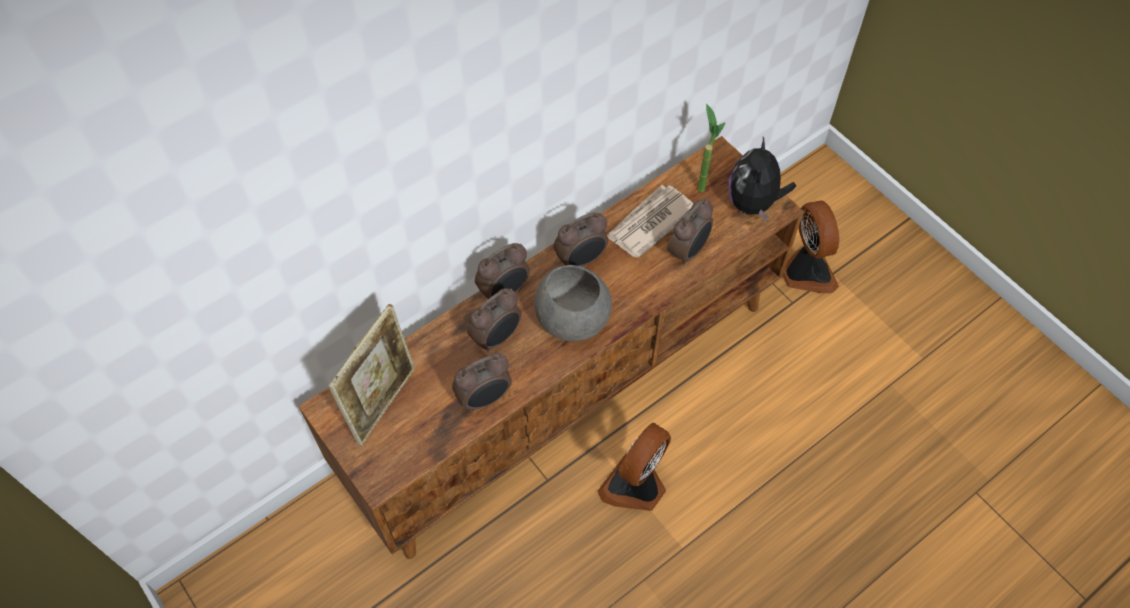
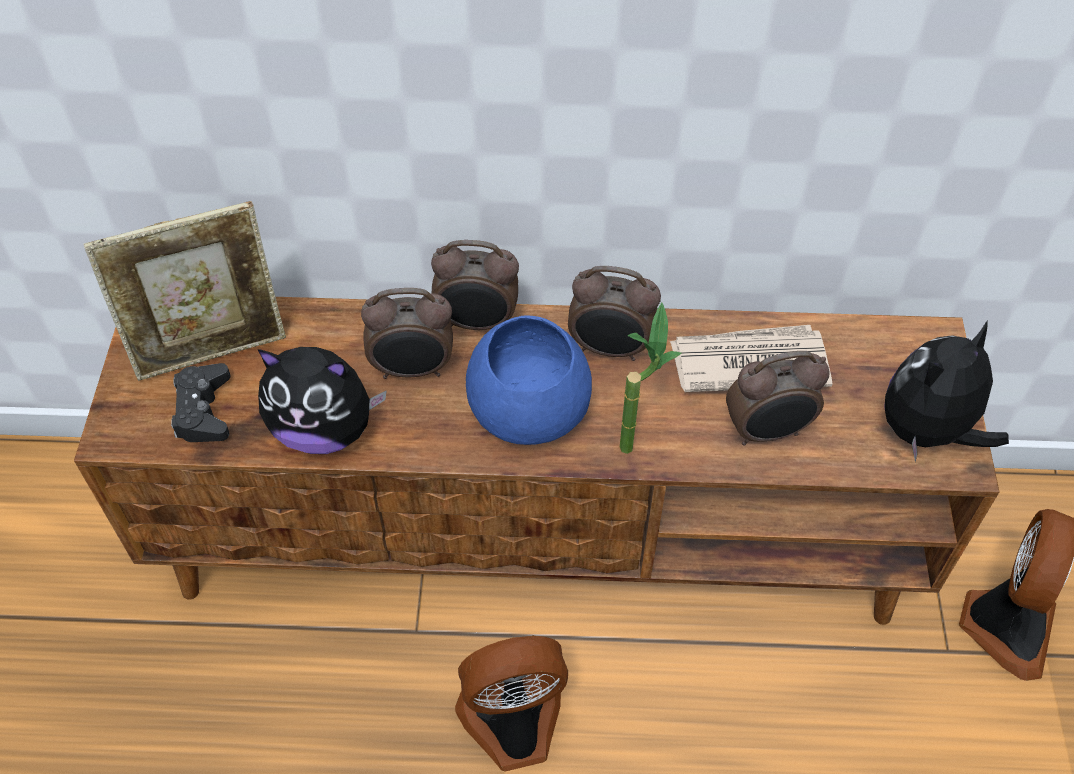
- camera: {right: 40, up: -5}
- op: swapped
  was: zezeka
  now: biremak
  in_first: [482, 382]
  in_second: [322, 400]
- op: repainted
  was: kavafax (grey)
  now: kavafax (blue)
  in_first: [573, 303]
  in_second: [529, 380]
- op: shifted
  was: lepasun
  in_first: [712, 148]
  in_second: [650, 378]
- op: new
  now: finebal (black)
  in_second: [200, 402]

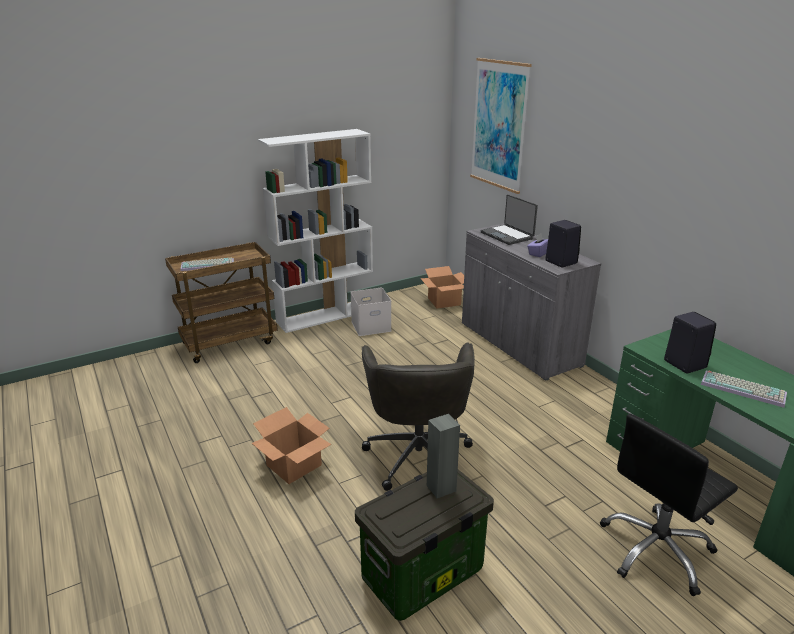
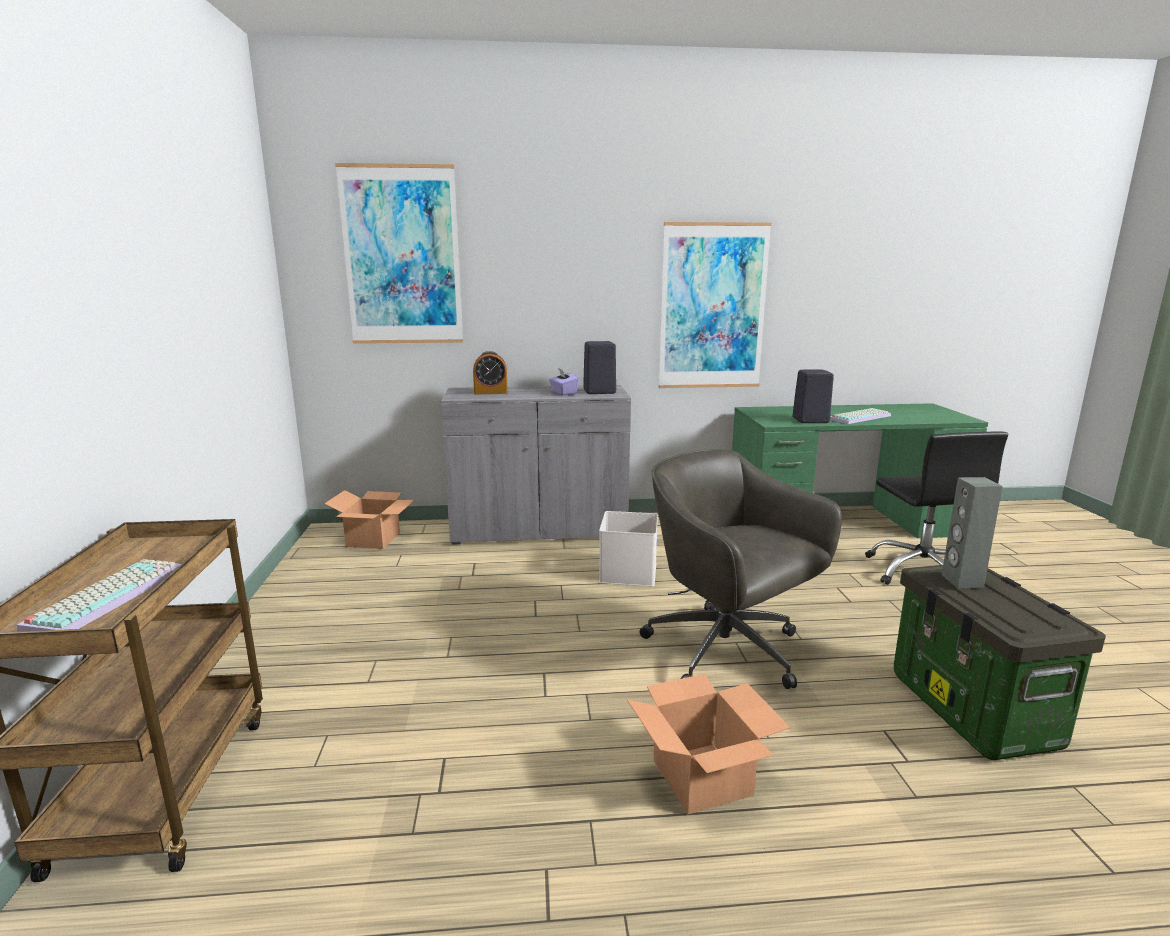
- camera: {right: -65, up: -10}
- op: gone
  was: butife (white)
  in_first: [315, 231]
- op: shifted
  was: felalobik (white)
  in_first: [371, 312]
  in_second: [628, 548]
- op: rotated
  was: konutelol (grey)
  in_first: [418, 416]
  in_second: [740, 569]
  clockwise: -150
- op: swapped
  was: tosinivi
  now: zezeka
  in_first: [509, 219]
  in_second: [490, 373]
- op: new
  now: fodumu
  in_second: [715, 305]

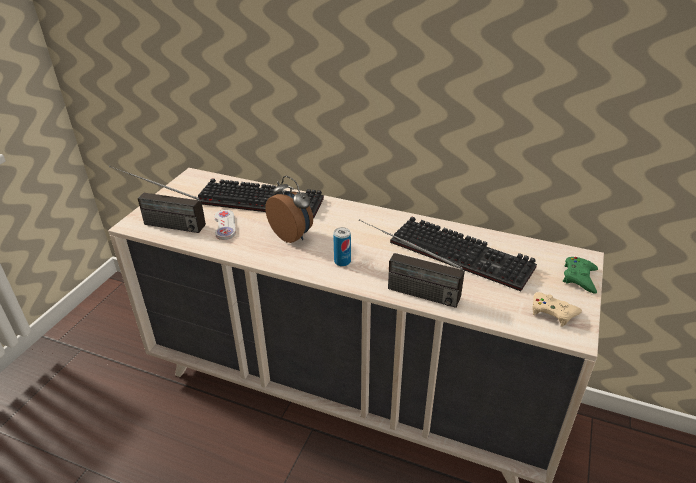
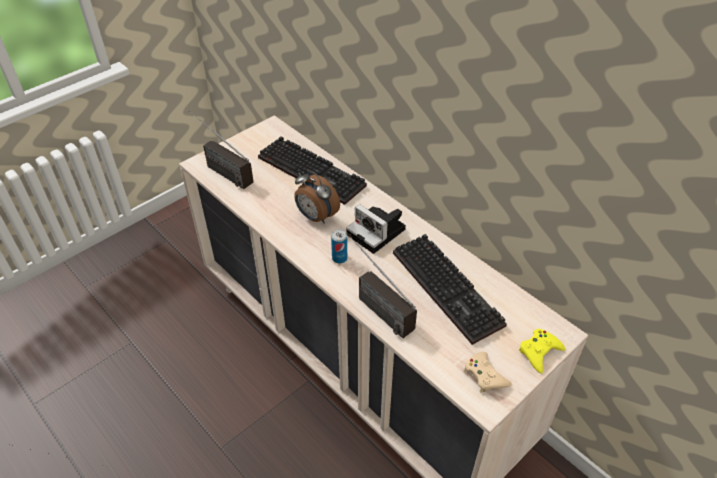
- camera: {right: 25, up: 10}
- op: gone
  was: finebal (white)
  in_first: [225, 225]
- op: rotated
  was: zezeka
  in_first: [289, 209]
  in_second: [317, 196]
  clockwise: 150
- op: repainted
  was: finebal (green)
  now: finebal (yellow)
  in_first: [580, 275]
  in_second: [542, 351]
- op: new
  now: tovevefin
  in_second: [376, 229]

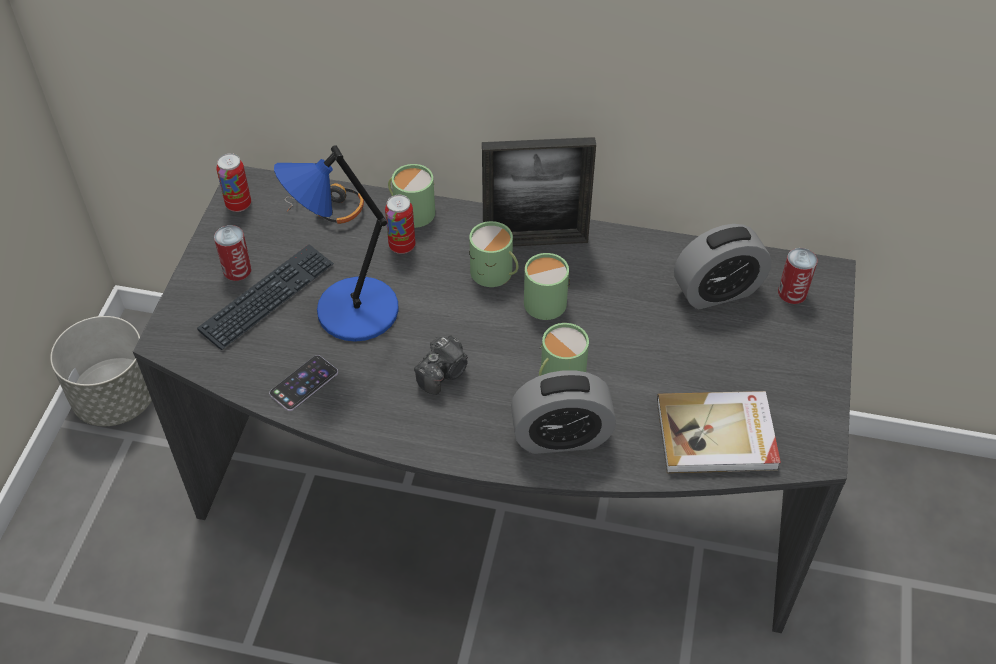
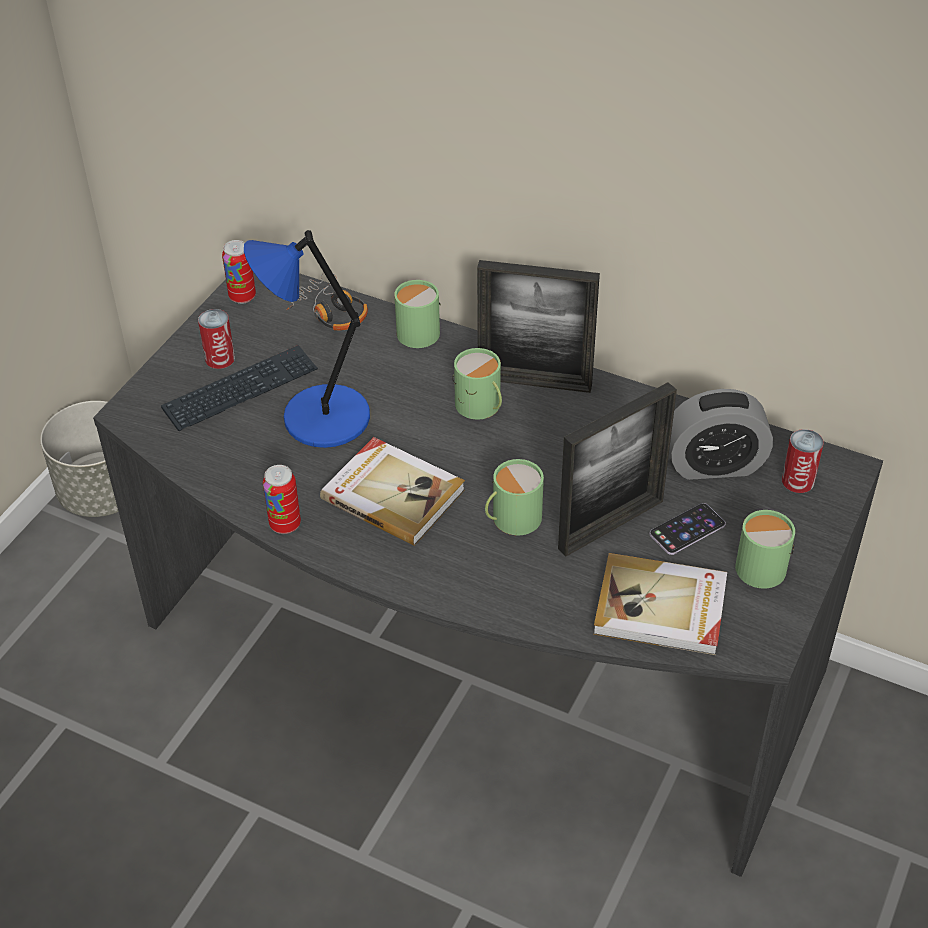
- camera: {right: 15, up: -5}
- op: shifted
  was: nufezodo
  in_first: [303, 383]
  in_second: [688, 529]
- op: shifted
  was: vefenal
  in_first: [400, 224]
  in_second: [282, 499]
- op: swapped
  was: tovevefin
  now: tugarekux
  in_first: [441, 365]
  in_second: [392, 491]
- op: gone
  was: zezeka
  in_first: [563, 412]
- op: shifted
  was: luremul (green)
  in_first: [547, 286]
  in_second: [765, 549]
- op: new
  now: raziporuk
  in_second: [617, 469]

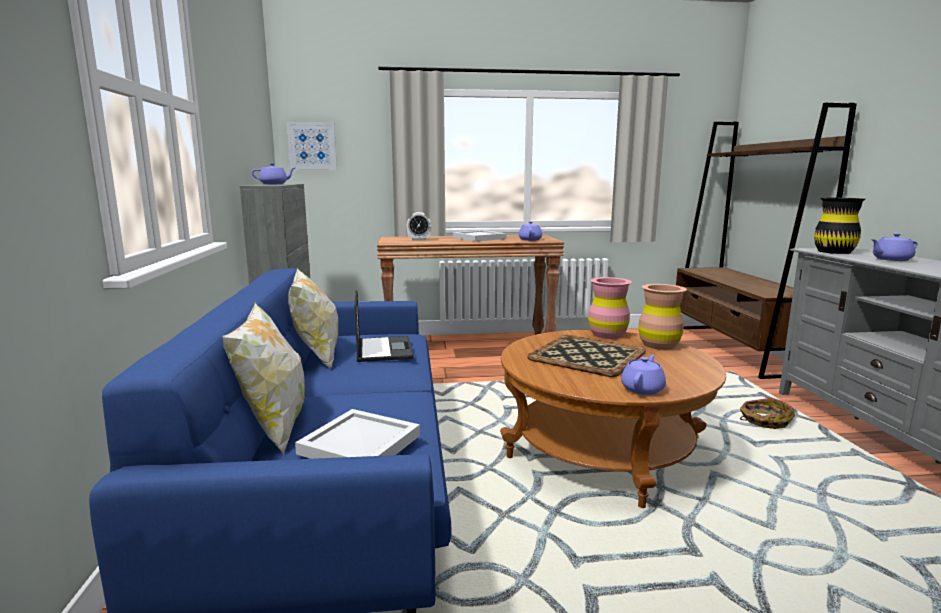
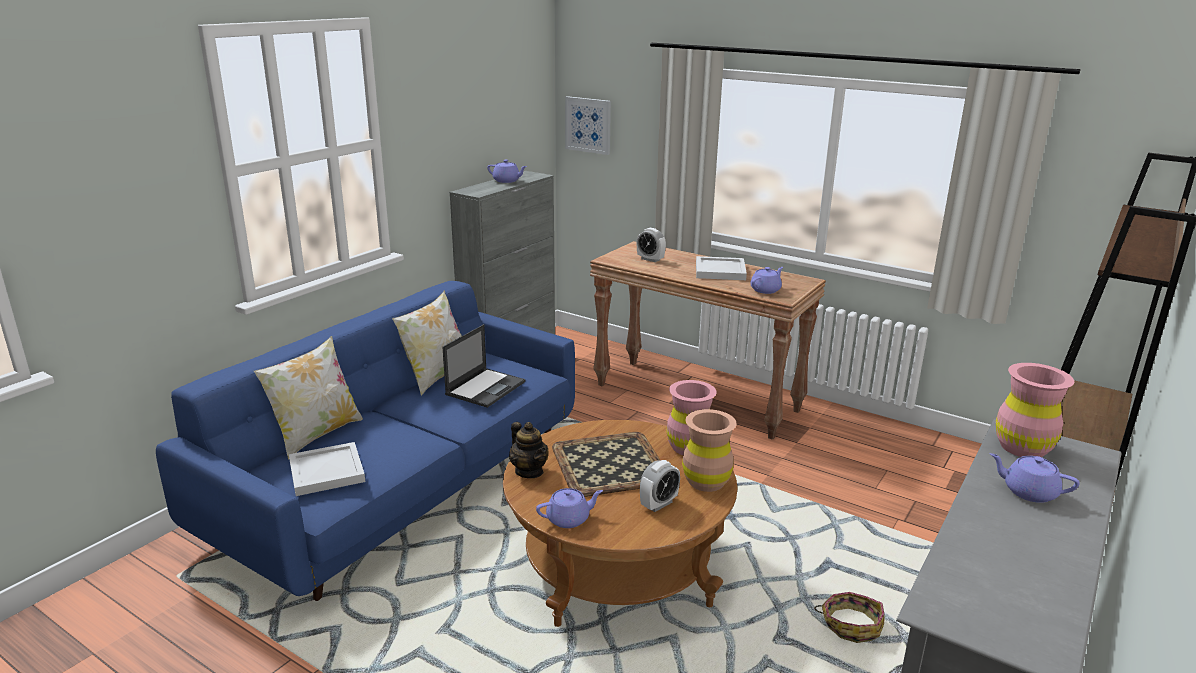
- camera: {right: 40, up: 10}
- op: repainted
  was: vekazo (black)
  now: vekazo (pink)
  in_first: [839, 226]
  in_second: [1035, 410]
- op: new
  now: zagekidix
  in_second: [529, 450]
- op: new
  now: zezeka
  in_second: [660, 486]

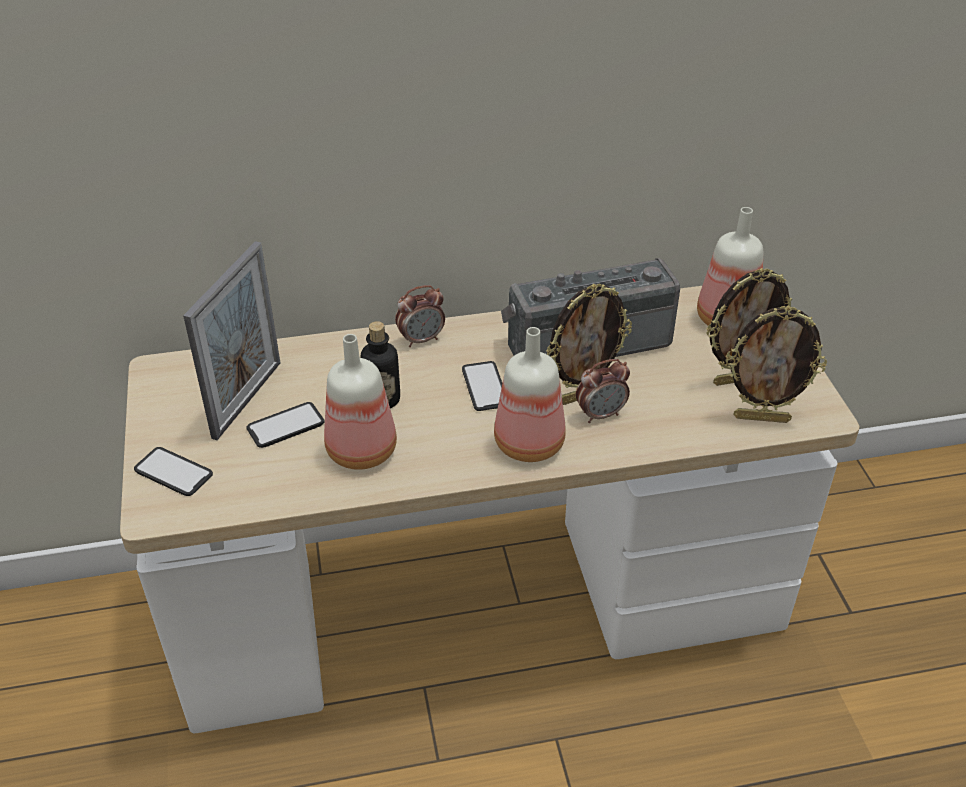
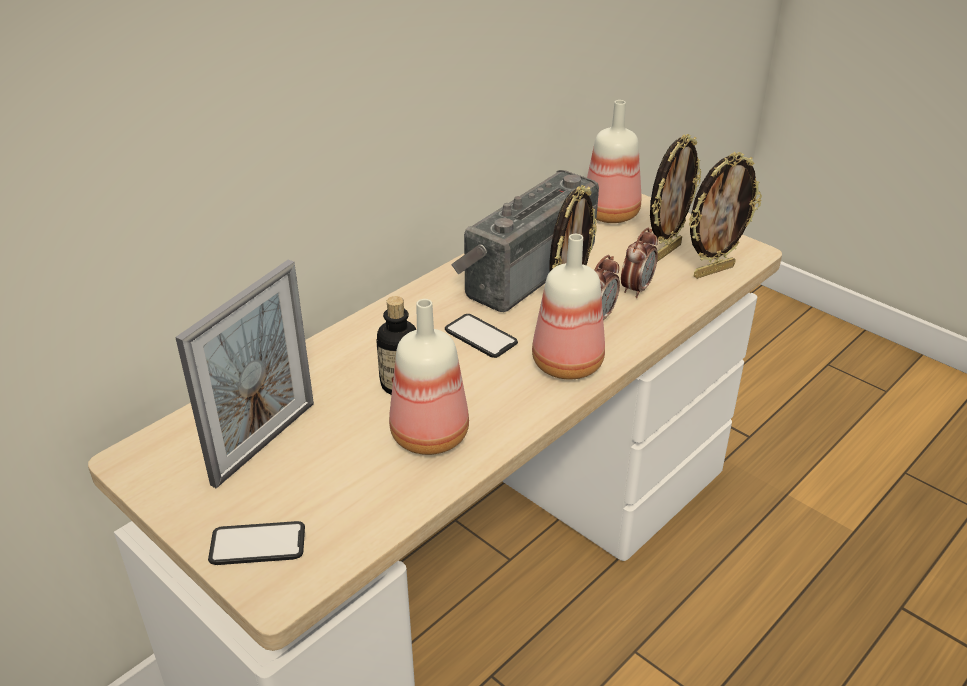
- camera: {right: -35, up: -5}
- op: rotated
  was: raziporuk
  in_first: [231, 340]
  in_second: [244, 374]
  clockwise: 45
- op: gone
  was: nufezodo
  in_first: [285, 425]
- op: shifted
  was: zezeka
  in_first: [420, 316]
  in_second: [639, 263]

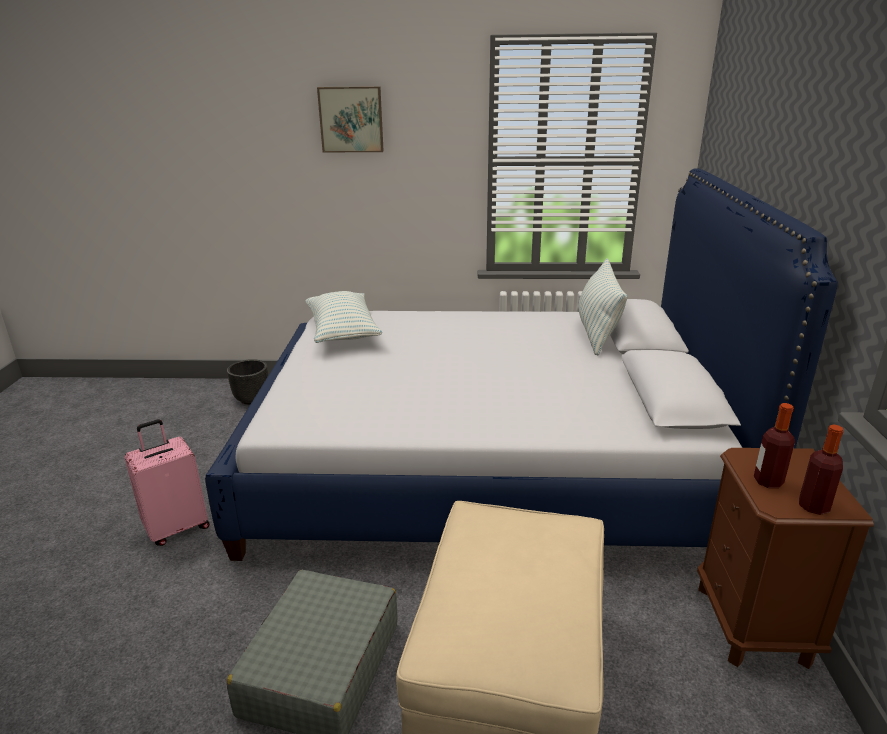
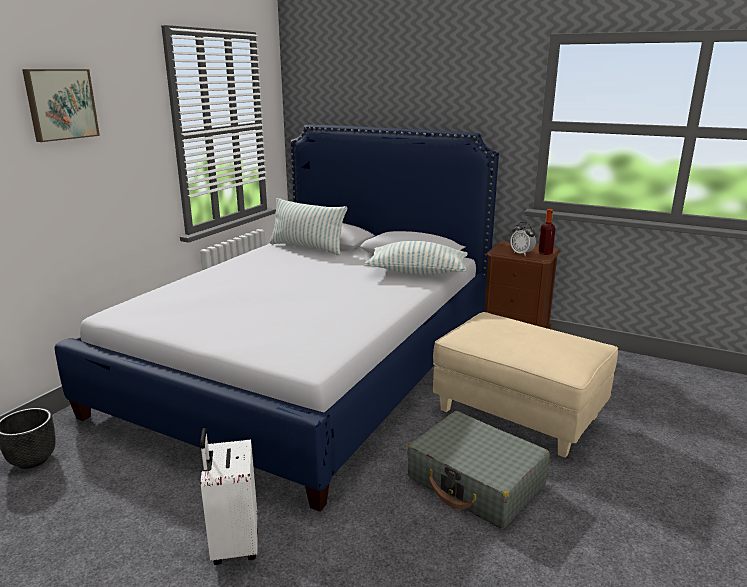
- camera: {right: -65, up: -5}
- op: repainted
  was: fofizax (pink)
  now: fofizax (white)
  in_first: [166, 483]
  in_second: [228, 496]
- op: shifted
  was: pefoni
  in_first: [344, 317]
  in_second: [416, 258]
- op: swapped
  was: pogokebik
  now: zezeka
  in_first: [774, 445]
  in_second: [523, 239]

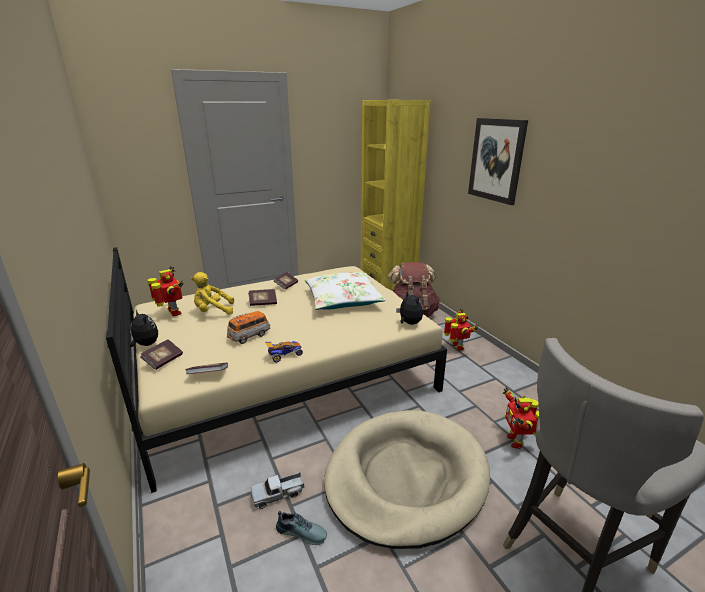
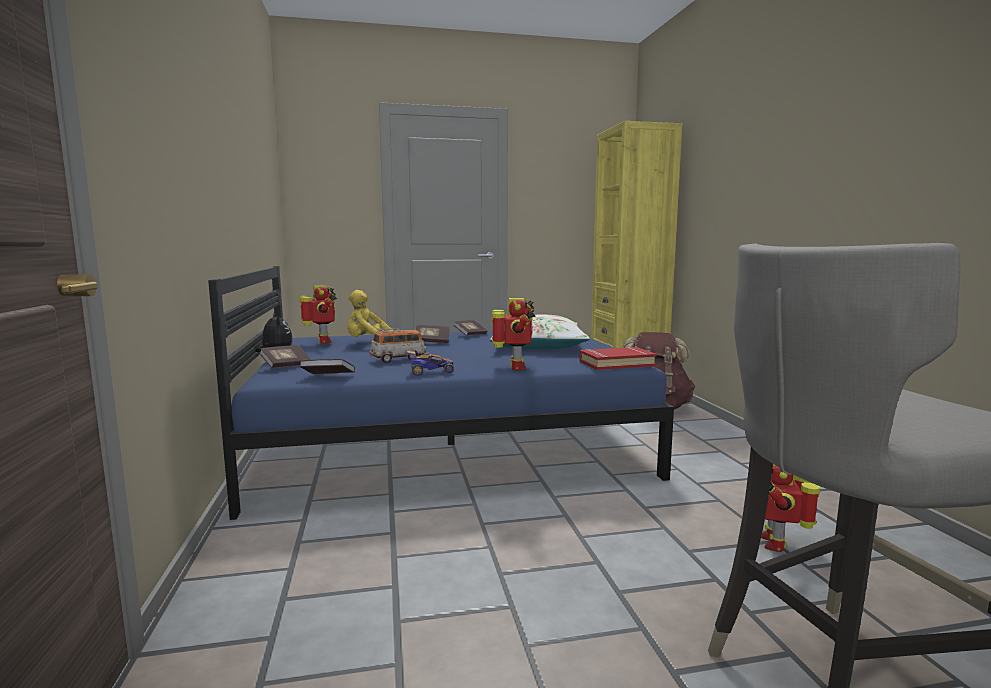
- camera: {right: 15, up: -15}
- op: repainted
  was: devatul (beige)
  now: devatul (blue)
  in_first: [276, 370]
  in_second: [441, 393]
- op: gone
  was: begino
  in_first: [277, 490]
- op: gone
  was: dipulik
  in_first: [301, 528]
- op: gone
  was: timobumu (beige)
  in_first: [407, 479]
- op: swapped
  was: biremak
  now: tugarekux (red)
  in_first: [409, 307]
  in_second: [618, 358]
- op: shifted
  was: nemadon
  in_first: [461, 329]
  in_second: [513, 334]
- op: gone
  was: fodumu
  in_first: [498, 161]

